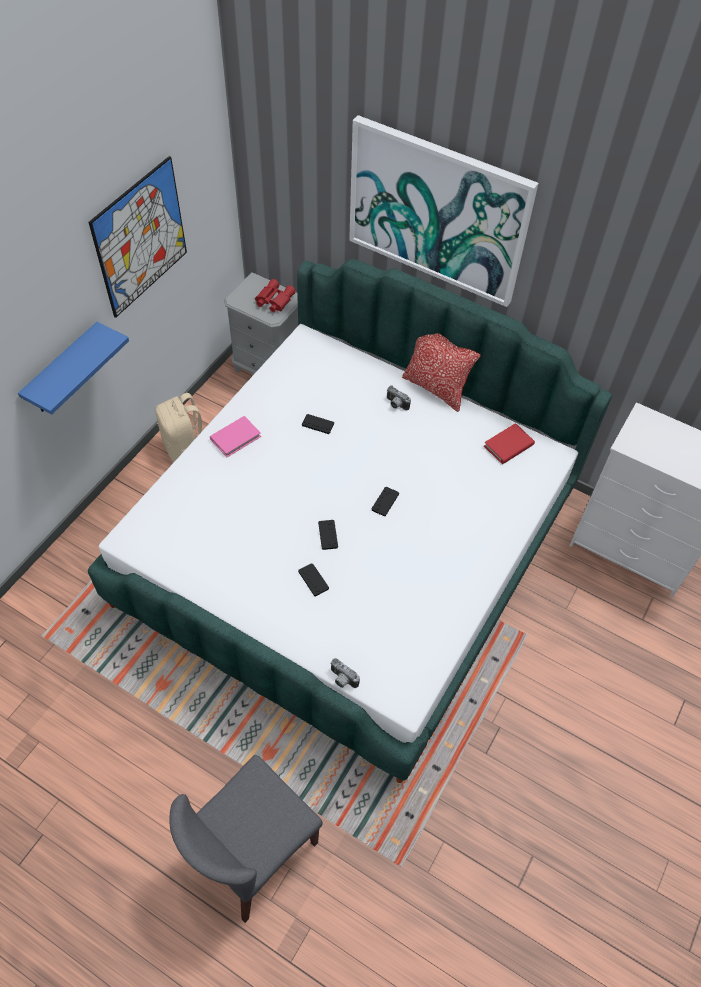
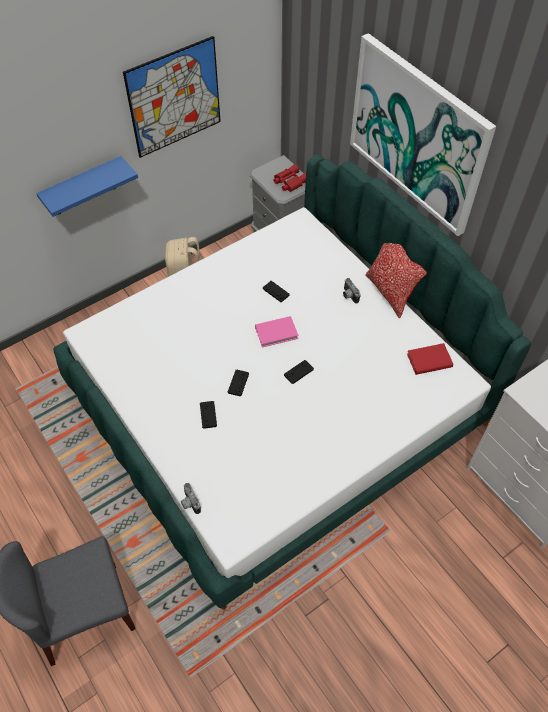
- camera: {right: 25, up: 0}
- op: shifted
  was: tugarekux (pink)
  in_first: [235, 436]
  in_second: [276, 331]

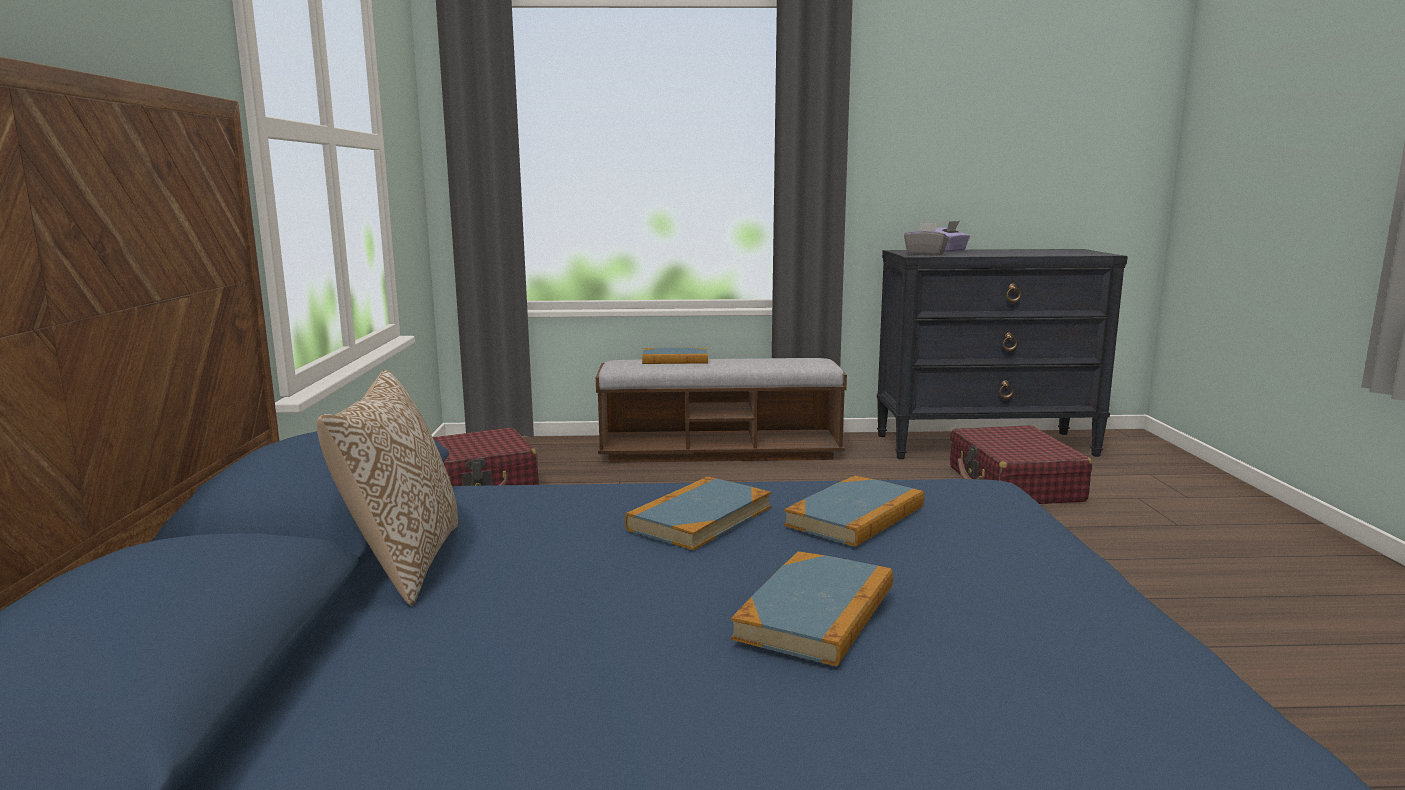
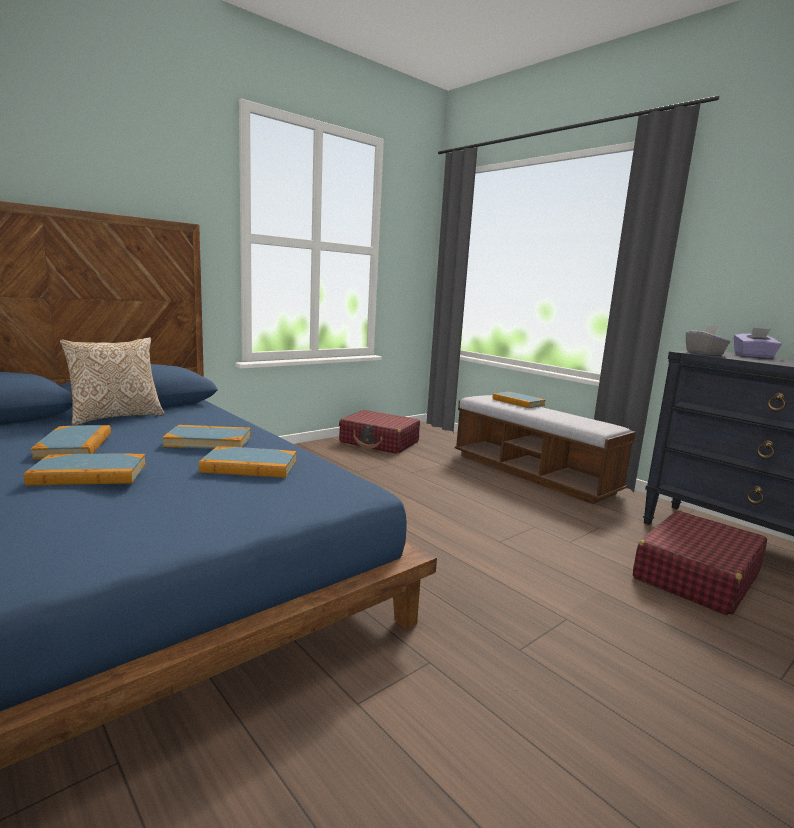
- camera: {right: 50, up: 0}
- op: new
  now: tugarekux
  in_second: [70, 442]

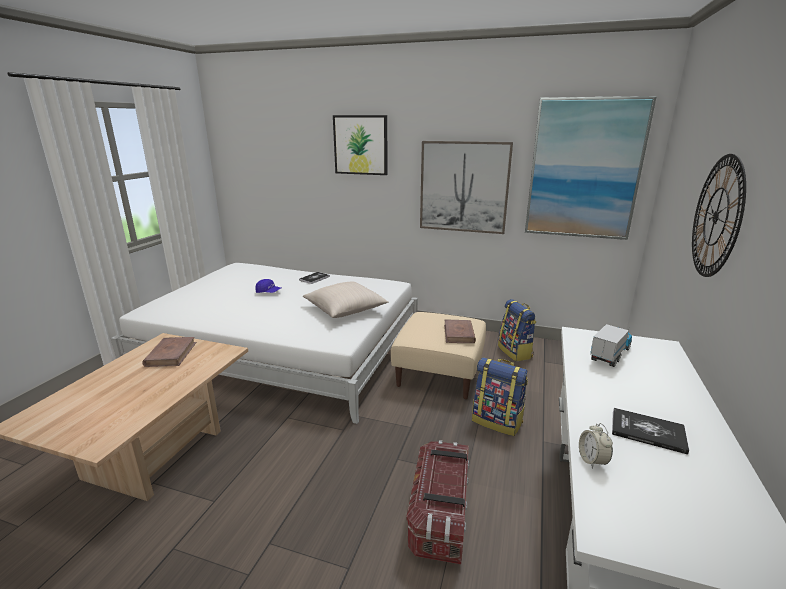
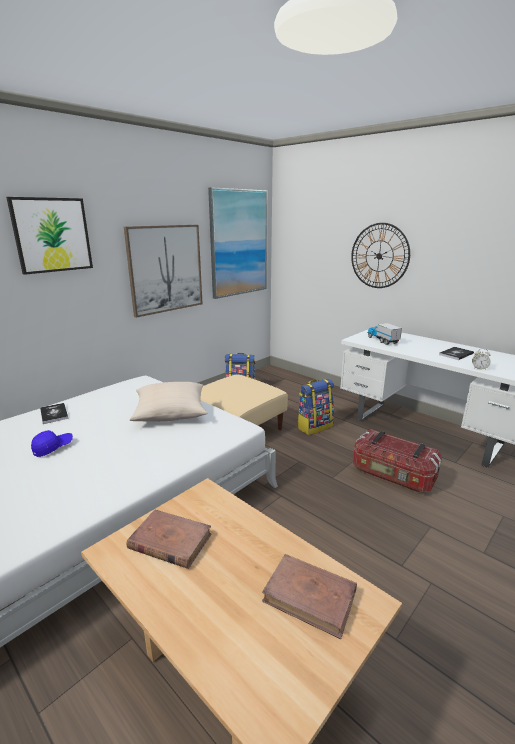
- camera: {right: -65, up: 0}
- op: shifted
  was: tugarekux (brown)
  in_first: [460, 331]
  in_second: [309, 596]

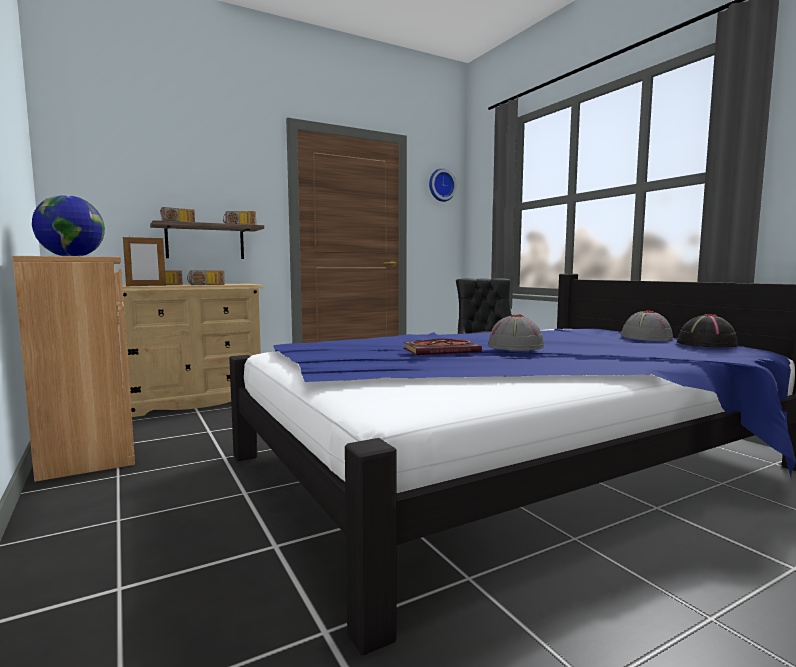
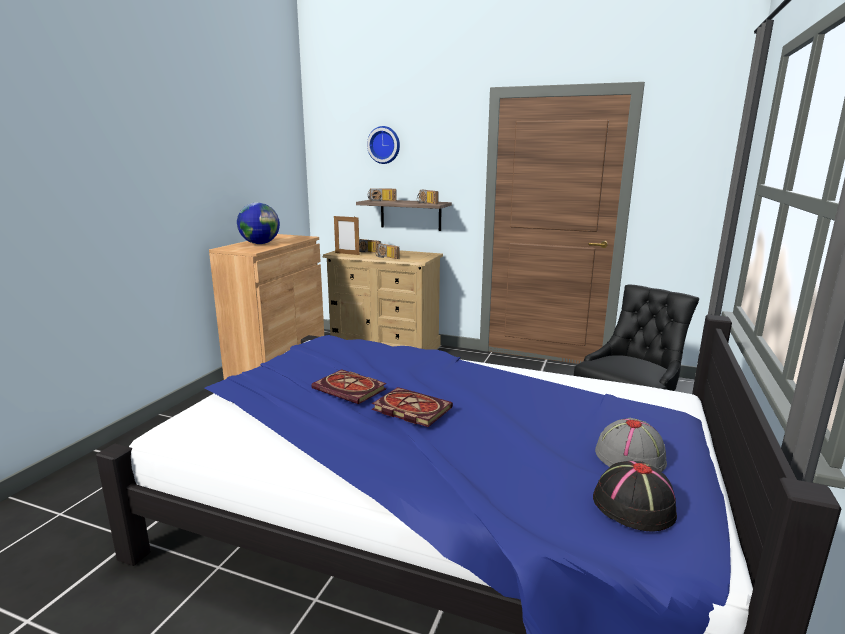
- camera: {right: 50, up: 10}
- op: shifted
  was: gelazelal
  in_first: [443, 185]
  in_second: [383, 145]
- op: swapped
  was: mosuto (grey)
  now: tugarekux
  in_first: [515, 332]
  in_second: [412, 407]

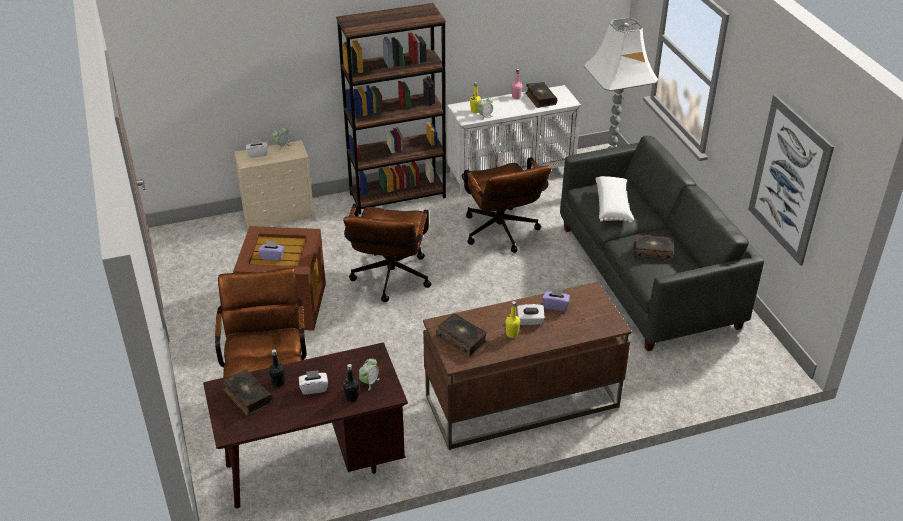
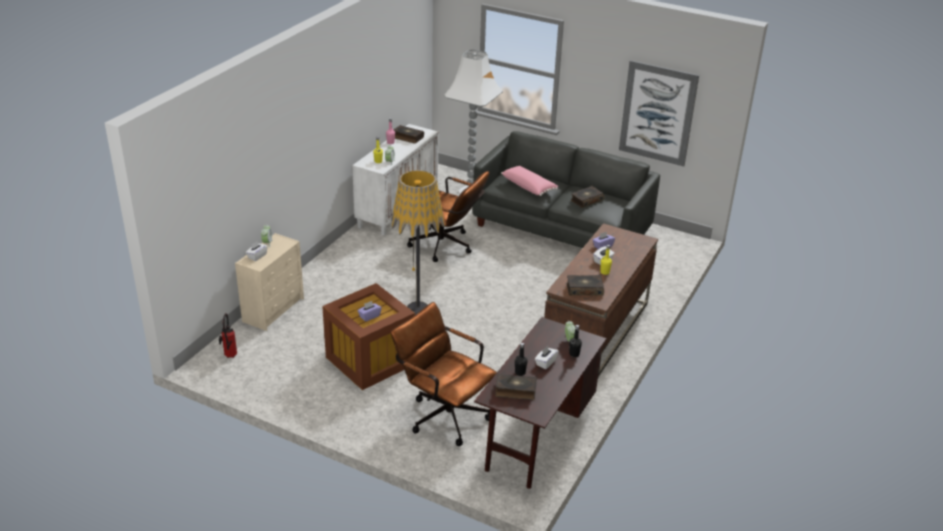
- camera: {right: -45, up: -5}
- op: gone
  was: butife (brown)
  in_first: [391, 108]
- op: swapped
  was: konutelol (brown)
  now: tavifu
  in_first: [387, 253]
  in_second: [418, 242]
- op: repainted
  was: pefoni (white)
  now: pefoni (pink)
  in_first: [615, 199]
  in_second: [529, 181]
- op: new
  now: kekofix
  in_second: [228, 335]

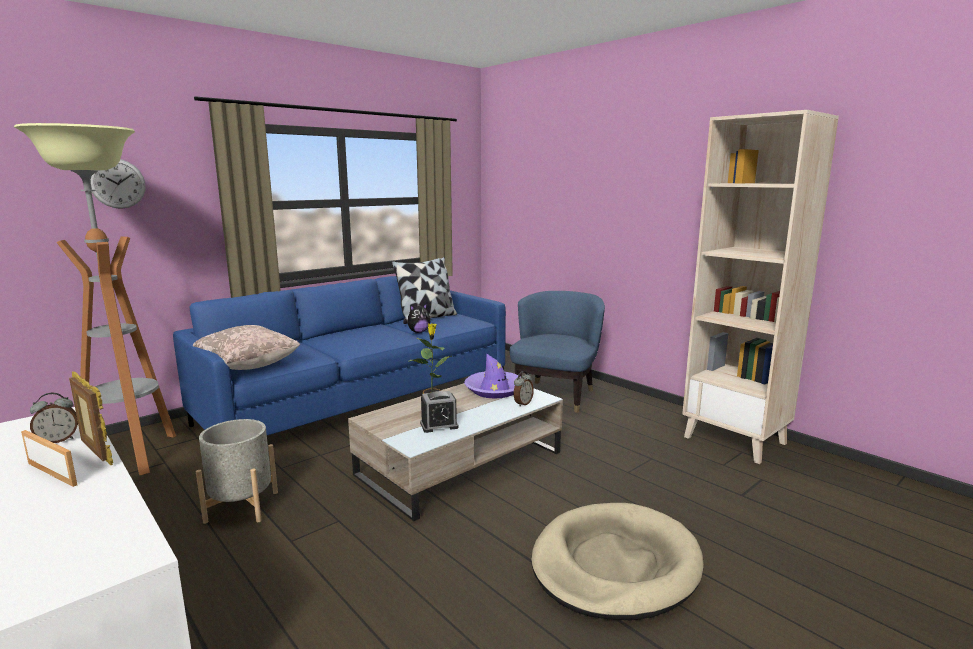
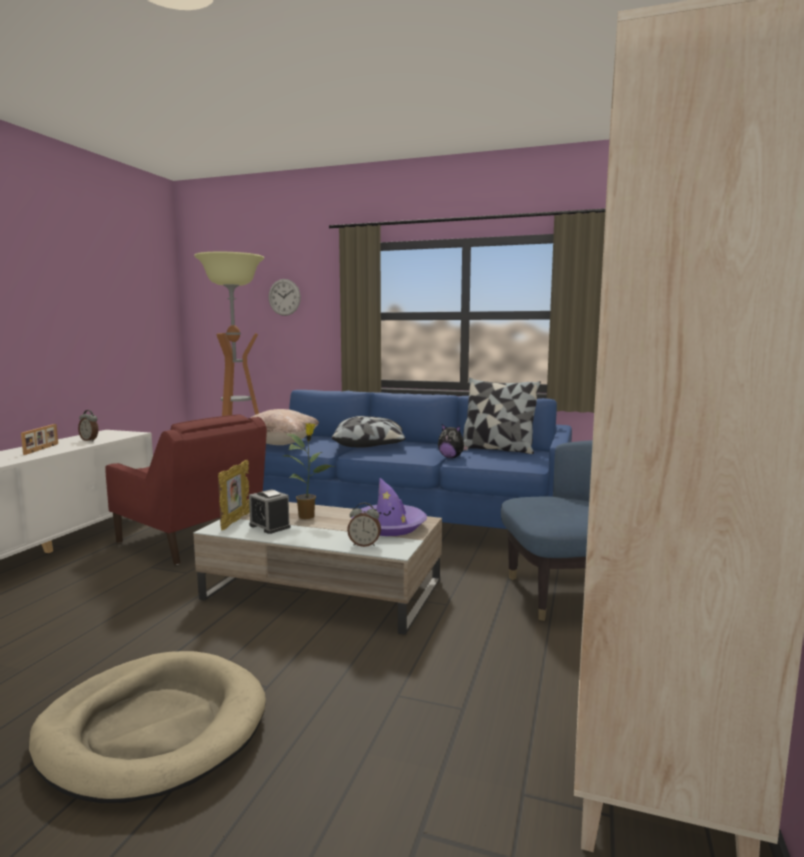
- camera: {right: 60, up: -5}
- op: shifted
  was: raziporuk
  in_first: [91, 418]
  in_second: [234, 495]
- op: swapped
  was: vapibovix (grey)
  now: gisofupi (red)
  in_first: [237, 471]
  in_second: [186, 489]
- op: new
  now: pefoni
  in_second: [369, 431]

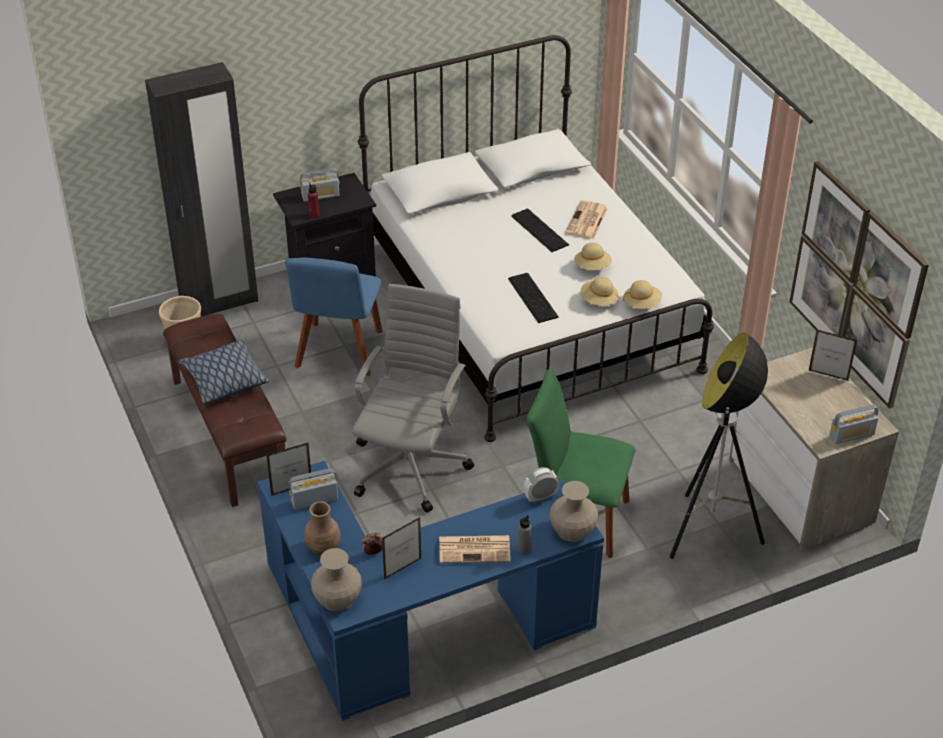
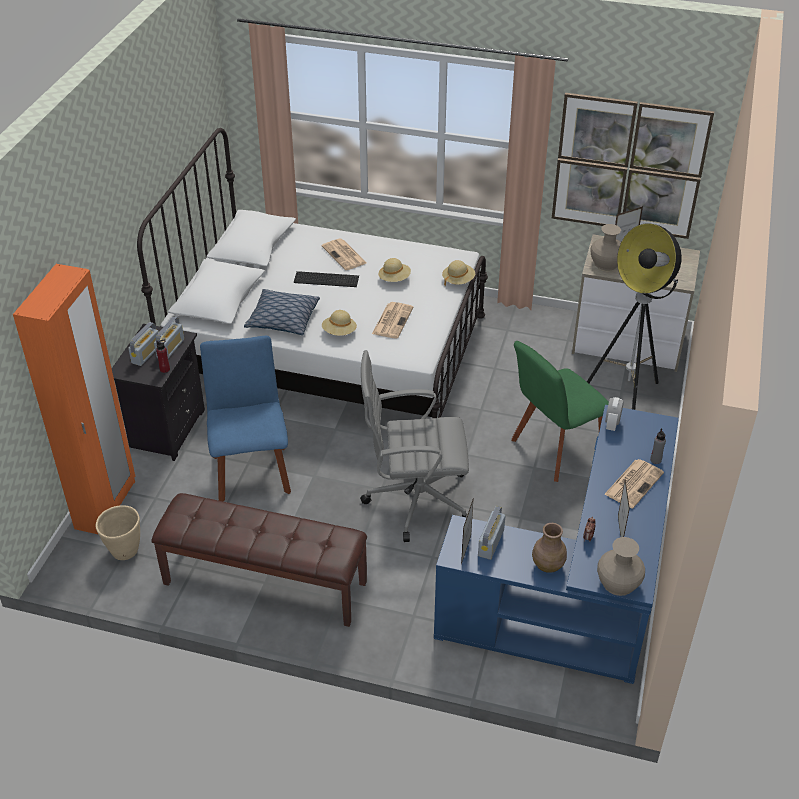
- camera: {right: -50, up: 0}
- op: repainted
  was: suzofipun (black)
  now: suzofipun (orange)
  in_first: [201, 189]
  in_second: [74, 399]
- op: shifted
  was: pefoni
  in_first: [223, 371]
  in_second: [282, 312]
- op: rotated
  was: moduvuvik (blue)
  in_first: [333, 317]
  in_second: [245, 419]
  clockwise: -150
- op: rotated
  was: konutelol (grey)
  in_first: [413, 398]
  in_second: [414, 446]
  clockwise: -60
- op: swapped
  was: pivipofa
  now: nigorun
  in_first: [533, 298]
  in_second: [392, 320]
- op: shifted
  was: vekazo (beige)
  in_first: [574, 511]
  in_second: [605, 247]
- op: shifted
  was: mosuto (beige)
  in_first: [600, 291]
  in_second: [339, 323]
- op: shifted
  was: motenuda
  in_first: [854, 424]
  in_second: [169, 337]

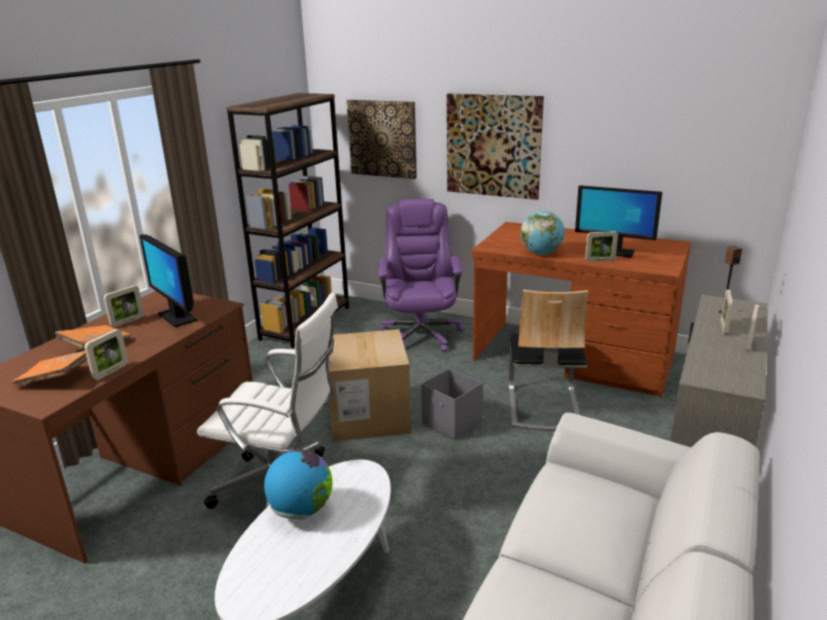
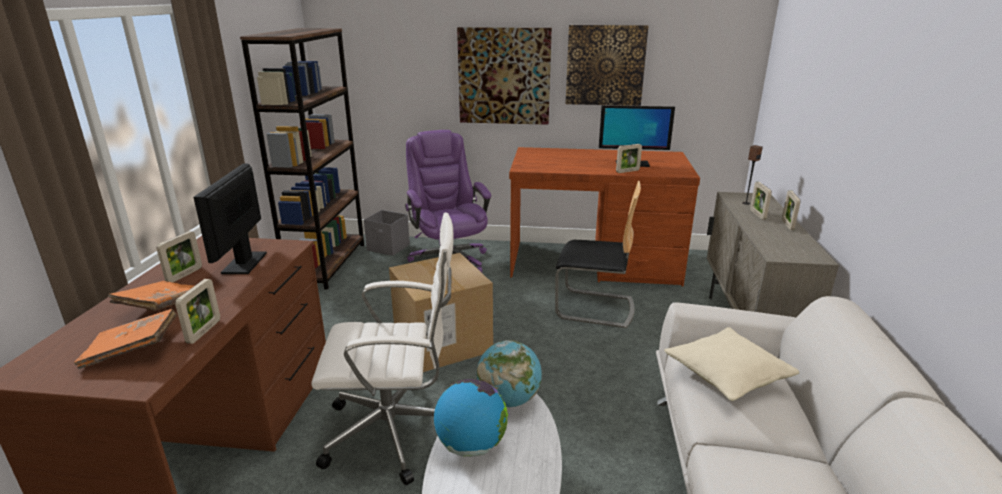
- camera: {right: -20, up: 0}
- op: rotated
  was: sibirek
  in_first: [168, 280]
  in_second: [230, 218]
  clockwise: 60
- op: shifted
  was: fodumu
  in_first: [382, 139]
  in_second: [607, 65]
- op: shifted
  was: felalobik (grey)
  in_first: [452, 404]
  in_second: [387, 233]
- op: rotated
  was: moduvuvik
  in_first: [548, 360]
  in_second: [598, 254]
  clockwise: -60
- op: shifted
  was: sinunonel
  in_first: [543, 233]
  in_second: [509, 373]
- op: new
  now: pefoni (beige)
  in_second: [732, 364]

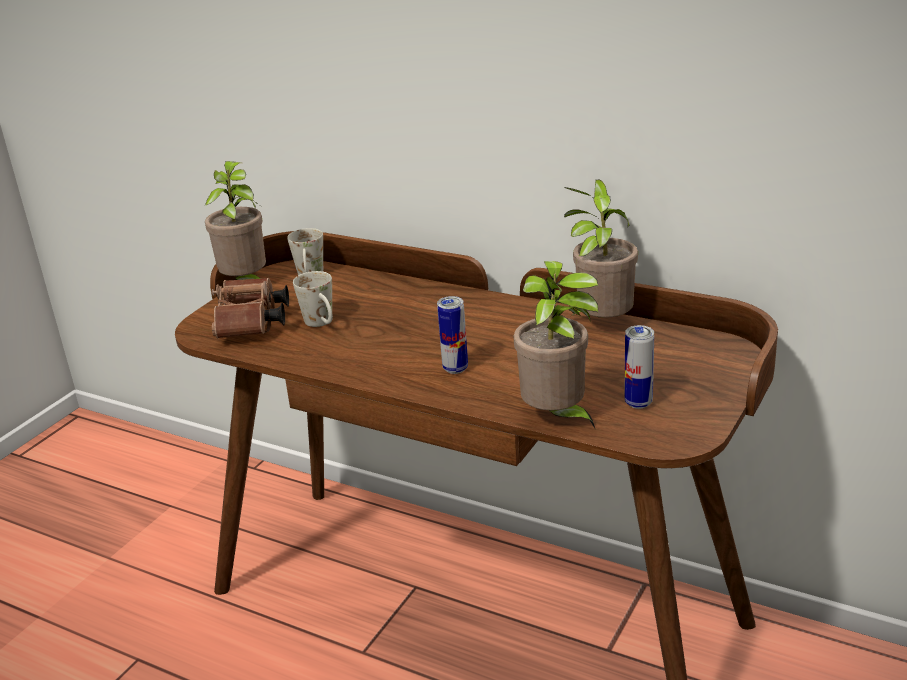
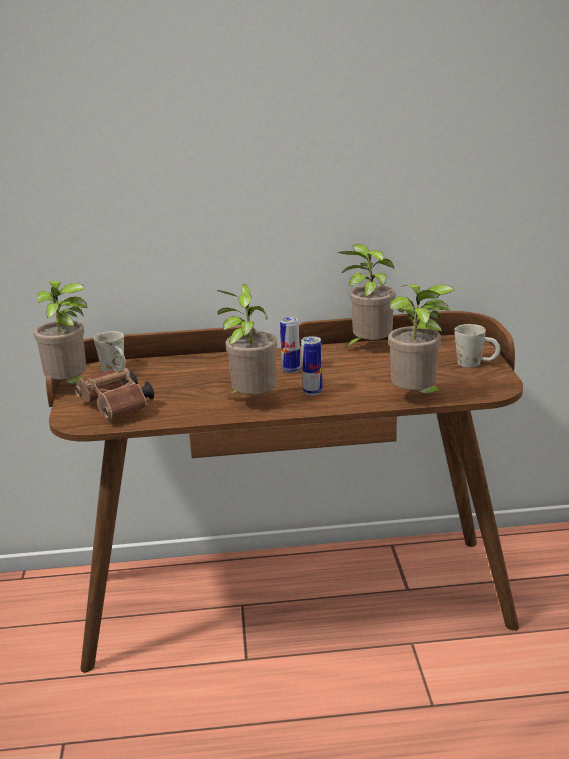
- camera: {right: -35, up: -5}
- op: shifted
  was: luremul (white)
  in_first: [313, 299]
  in_second: [477, 346]
- op: shifted
  was: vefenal
  in_first: [639, 367]
  in_second: [290, 345]
- op: new
  now: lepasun
  in_second: [247, 340]

